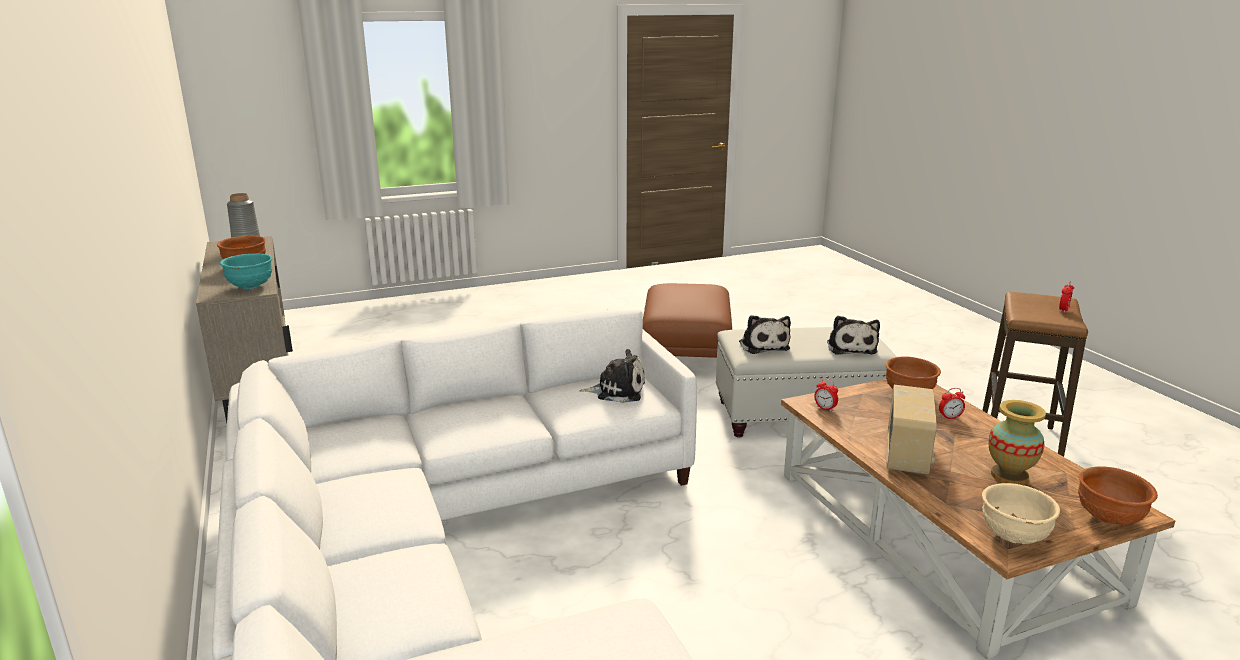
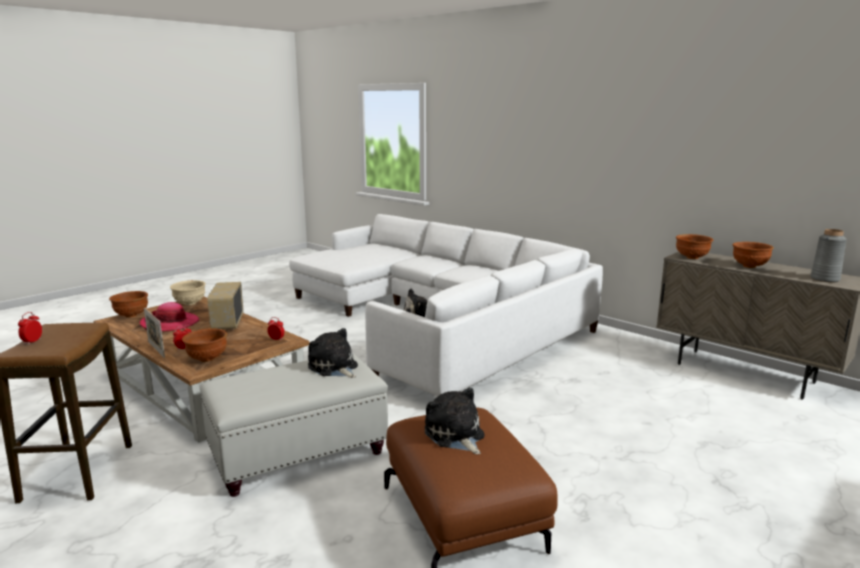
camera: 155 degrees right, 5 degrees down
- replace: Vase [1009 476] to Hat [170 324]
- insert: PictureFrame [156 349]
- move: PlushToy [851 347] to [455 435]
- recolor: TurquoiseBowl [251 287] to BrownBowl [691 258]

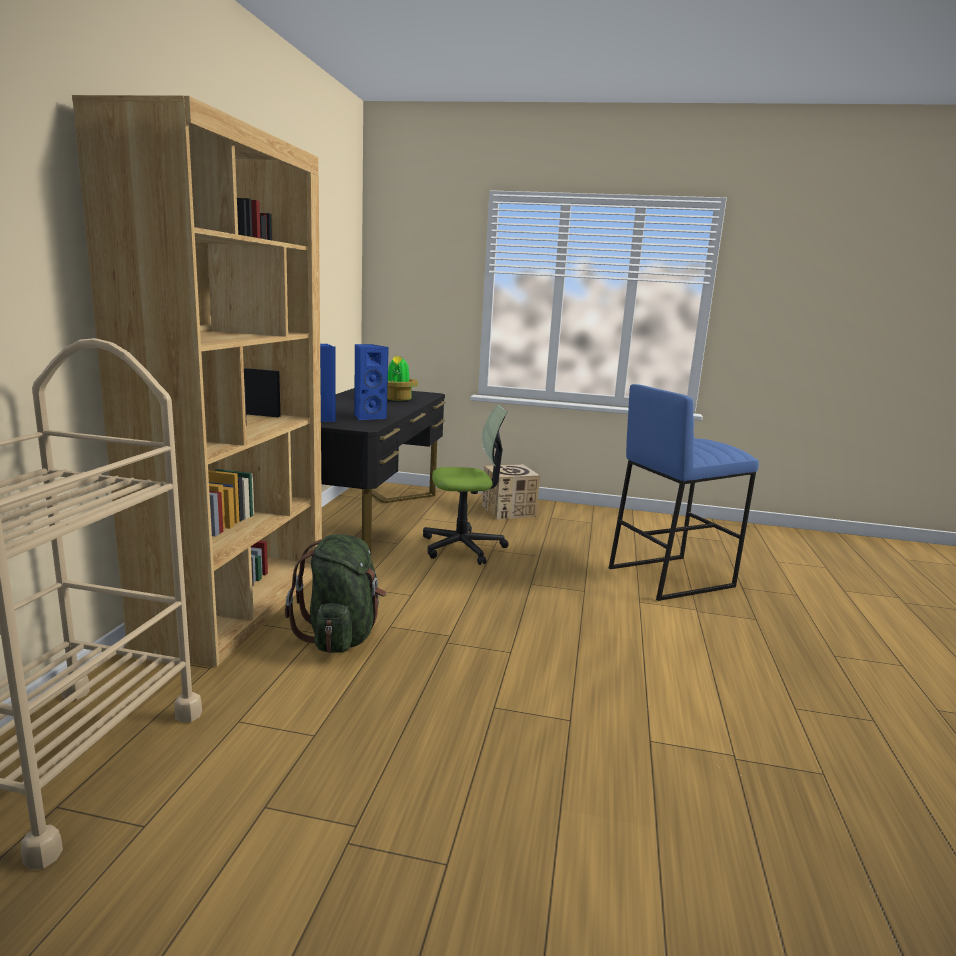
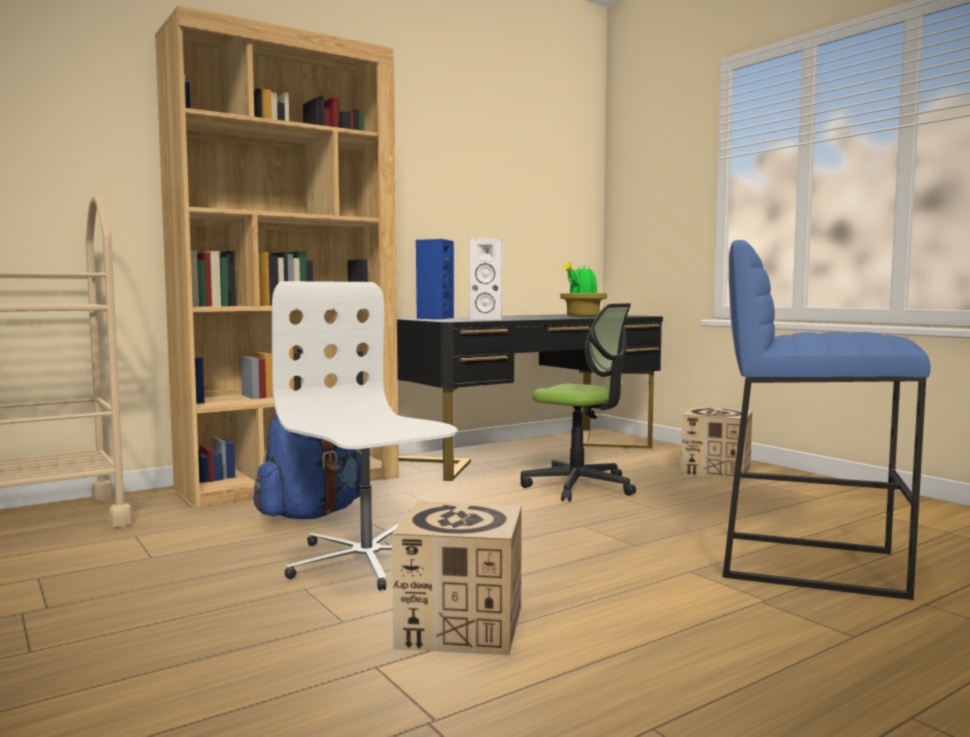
camera: 45 degrees right, 10 degrees down
- recolor: GreenBackpack [341 636] to BlueBackpack [311 514]
- insert: WhiteOfficeChair [365 561]
- insert: CardboardBox [461 626]
- recolor: BlueSpeaker [368 417] to WhiteSpeaker [488 319]

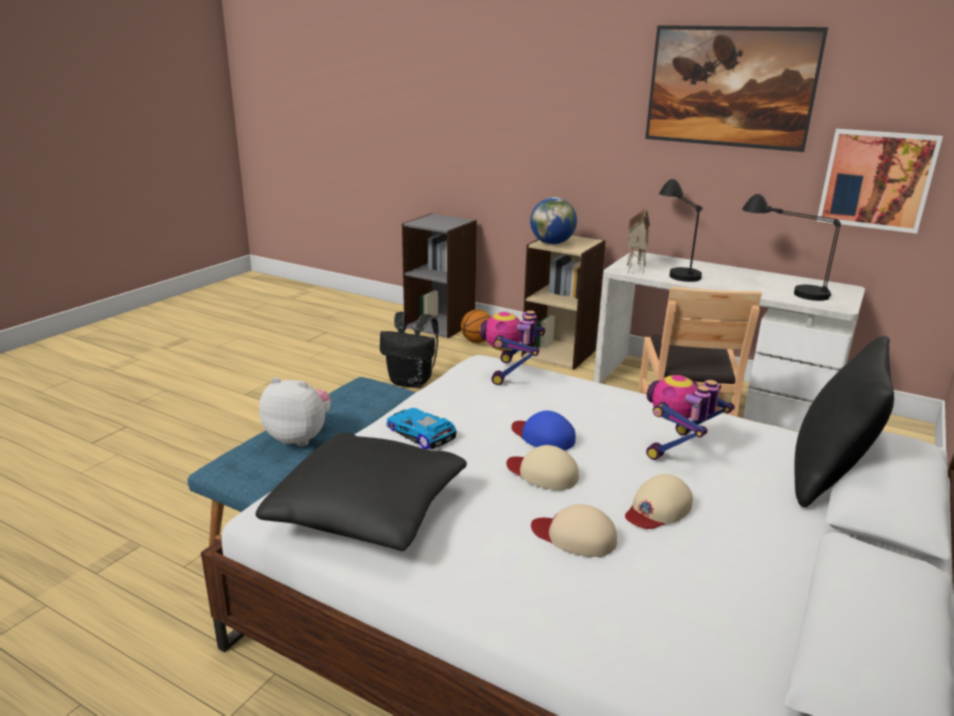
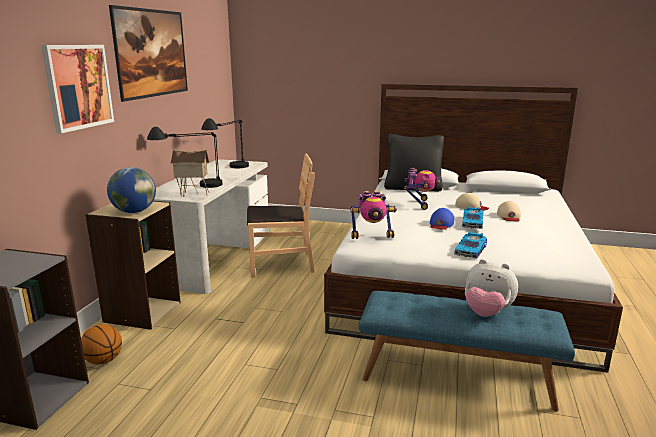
camera: 105 degrees left, 5 degrees down
- move: Picture [876 180] to [78 86]
- rotate: ToyRobot [678 449] = [419 204] 105 degrees counterclockwise
- replace: BeigeCap [542 473] to ToyCar [473 222]
- rotate: PlushToy [299 437] = [486 313] 60 degrees counterclockwise
- delete: BlackPillow [368 511]
- delete: BlackBackpack [412 382]

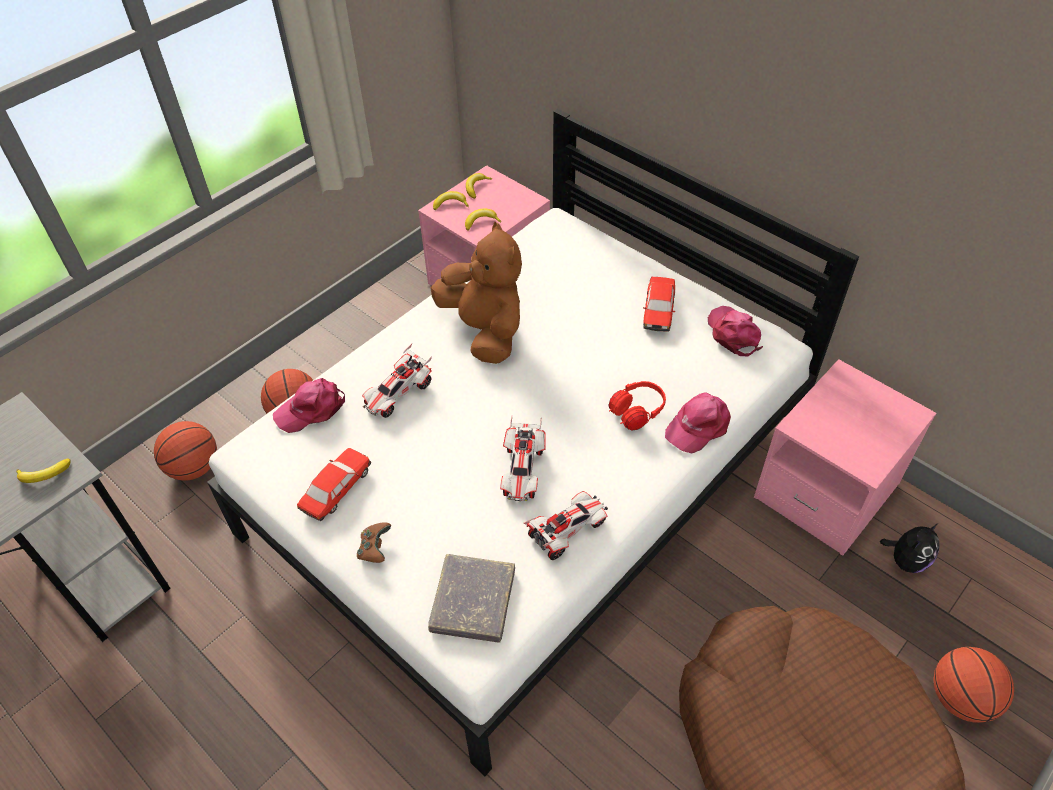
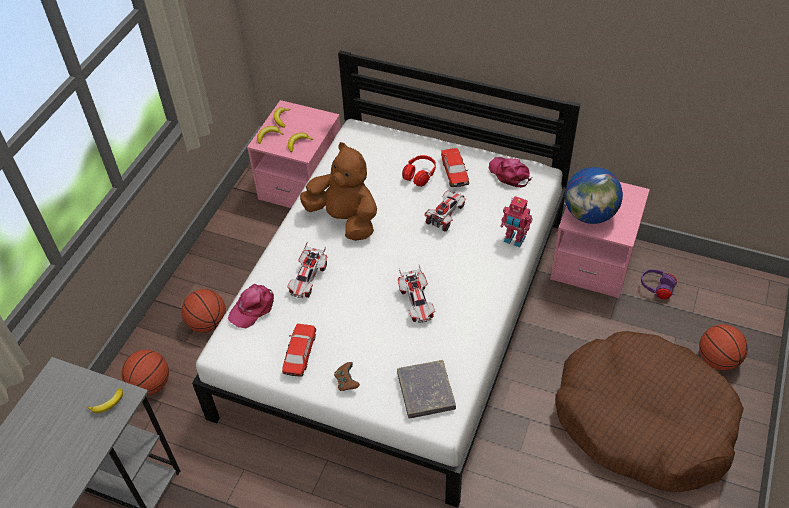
camera: 20 degrees left, 0 degrees up
- move: RedHeadphones [636 413] to [419 177]
- move: ToyCar [567 531] to [445 215]
- replace: PinkCap [698 426] to ToyRobot [514 240]
- insert: Globe [590 214]
- replace: PlushToy [906 560] to PurpleHeadphones [657 289]

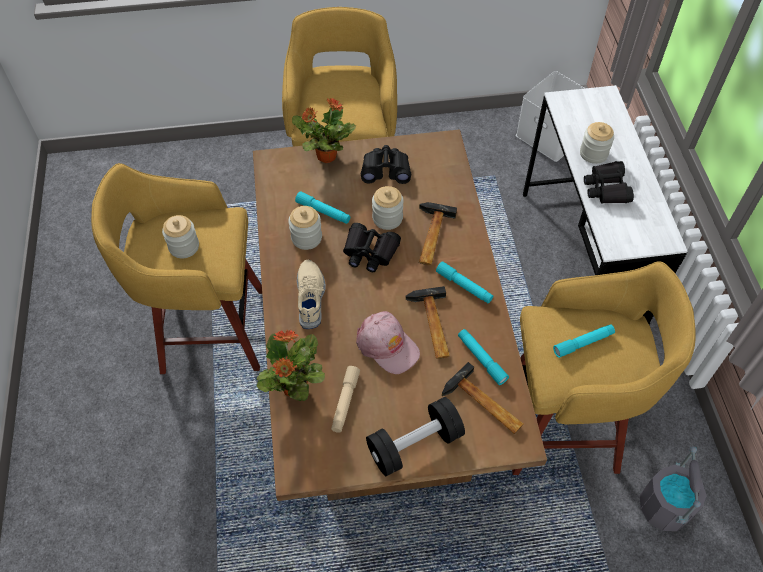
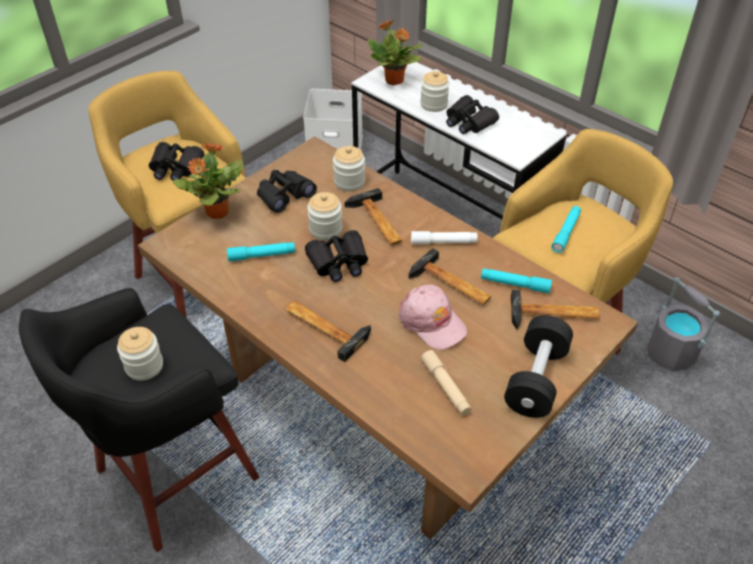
camera: 40 degrees left, 10 degrees down
- recolor: YellowStool [209 330] to BlackStool [172 477]
- insert: BlackBinoculars [175 168]
- replace: BeigeShoe [311 297] to Hammer [325 327]
- move: Jar [306 238] to [349 182]
- move: PottedPlant [294 388] to [394 81]
- rotate: PinkCap [387 345] = [432 322] 45 degrees clockwise
- recolor: TurquoiseFlashlight [464 286] to WhiteFlashlight [443 242]

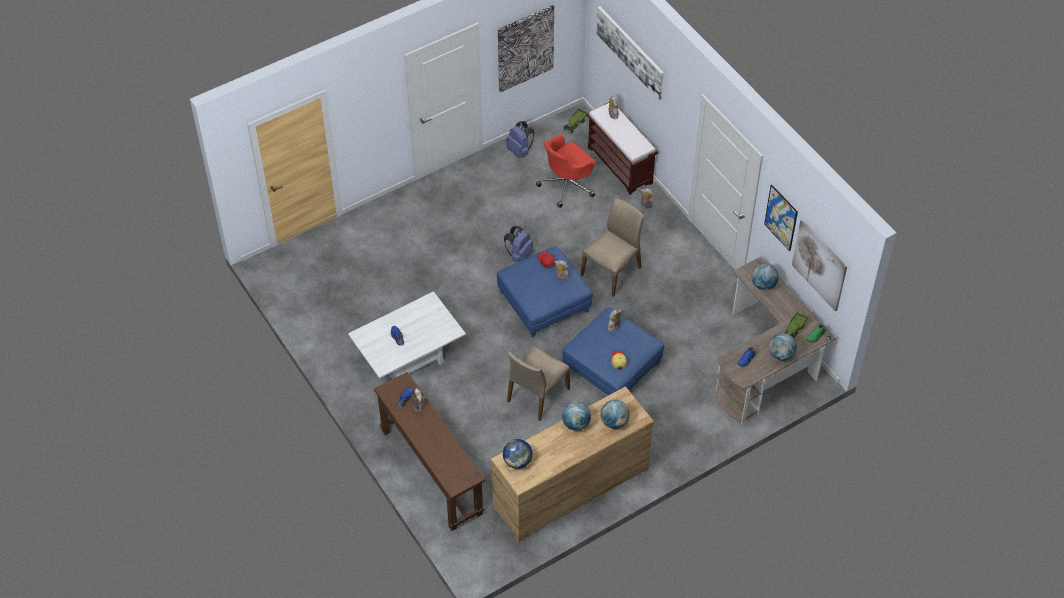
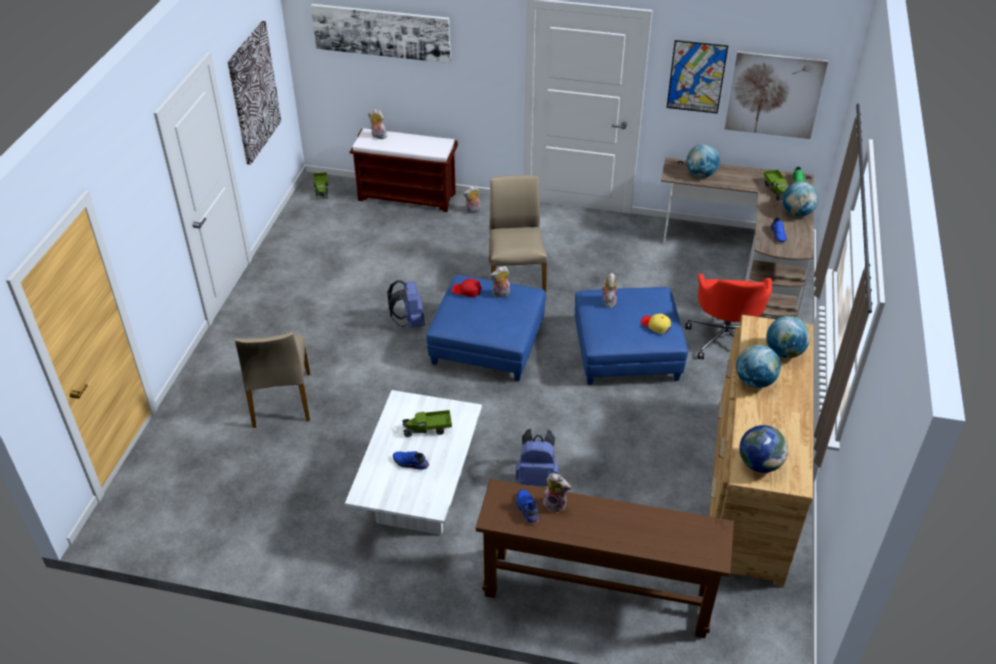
camera: 45 degrees left, 10 degrees down
- move: BeigeChair [537 395] to [280 400]
- insert: ToyTruck [427 429]
- move: BlueBackpack [520 151] to [537 477]
- move: RedOfficeChair [567 185] to [725 338]

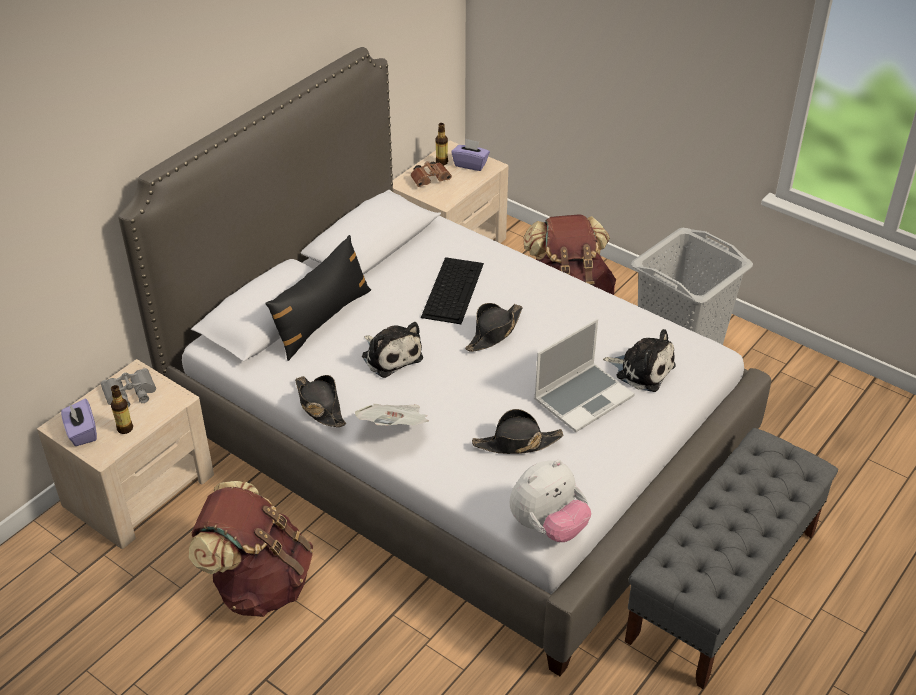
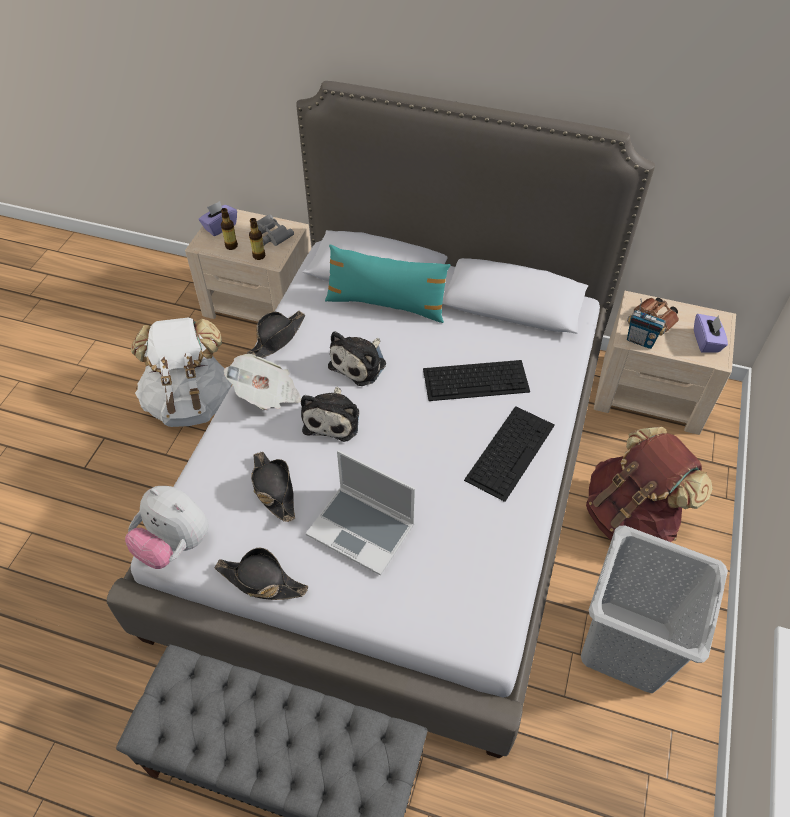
camera: 70 degrees right, 10 degrees up
- recolor: BrownBackpack [259 584] to WhiteBackpack [191 402]
- move: BlackHat [494 332] to [261 581]
- move: Bottle [441 162] to [259 256]
- move: PlushToy [642 370] to [333 419]
- recolor: BlackPillow [321 320] to TurquoisePillow [386 304]
- insert: Keyboard [510 451]
- insert: Radio [640 341]

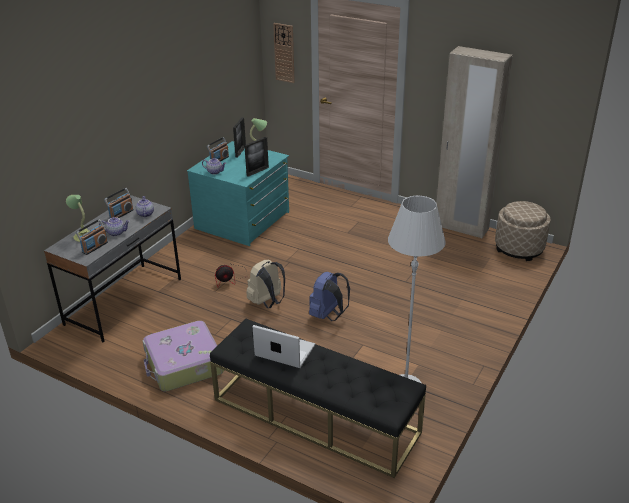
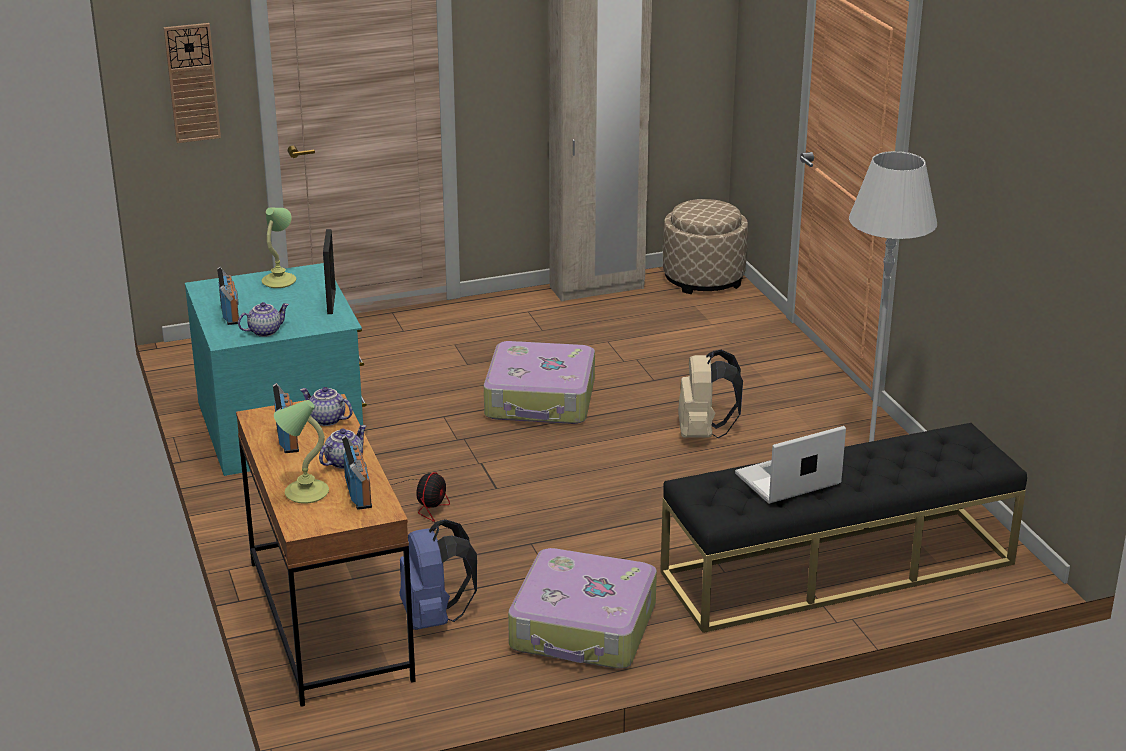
camera: 50 degrees left, 5 degrees down
- recolor: GreyDesk [124 301] to BrownDesk [329 620]
- move: BlueBackpack [328 315] to [435 617]
- insert: Suitcase [541 399]
- move: BeigeBackpack [267 302] to [704 433]
- delete: PictureFrame [240 152]

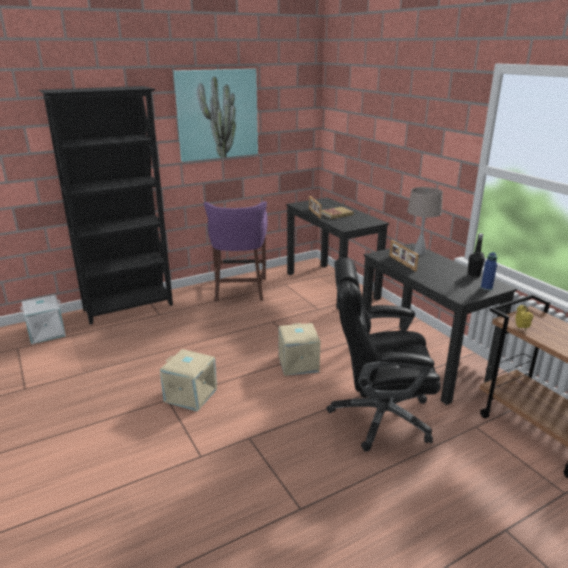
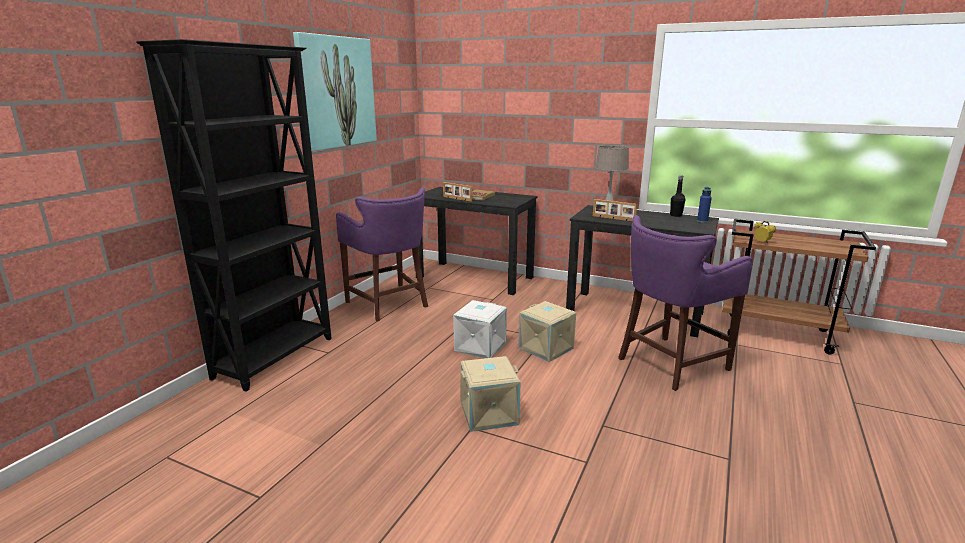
camera: 35 degrees left, 5 degrees down
- move: WhiteStorageBox [47 332] to [479 346]
- replace: BlackOfficeChair [378 416] to PurpleStool [669 364]

